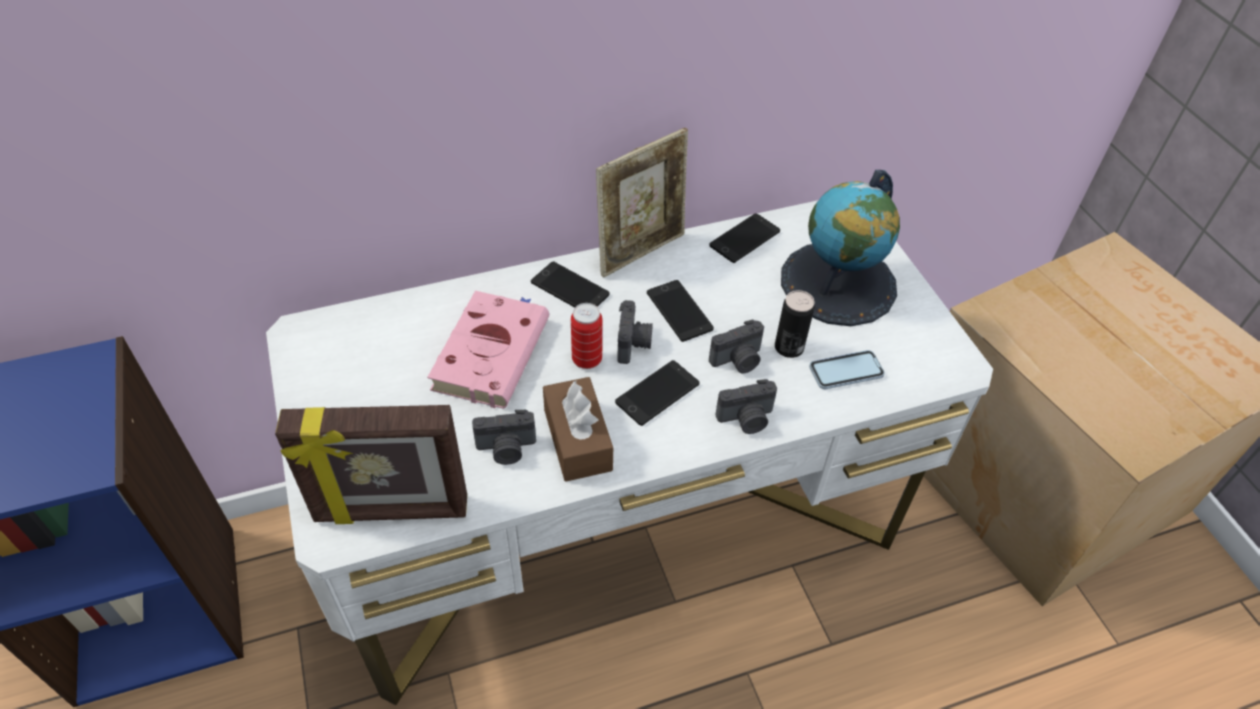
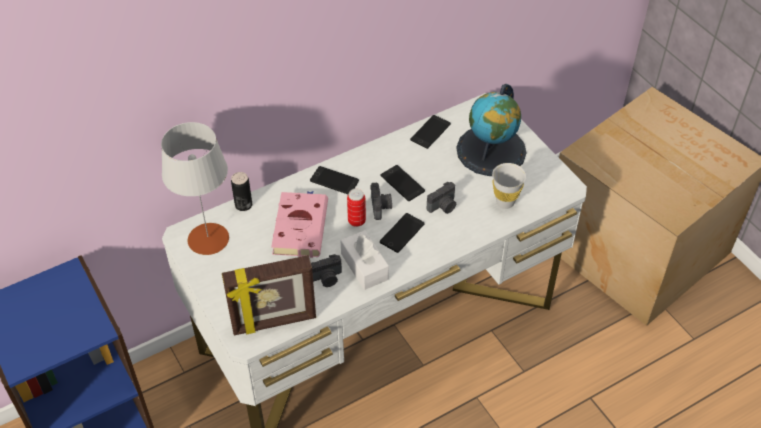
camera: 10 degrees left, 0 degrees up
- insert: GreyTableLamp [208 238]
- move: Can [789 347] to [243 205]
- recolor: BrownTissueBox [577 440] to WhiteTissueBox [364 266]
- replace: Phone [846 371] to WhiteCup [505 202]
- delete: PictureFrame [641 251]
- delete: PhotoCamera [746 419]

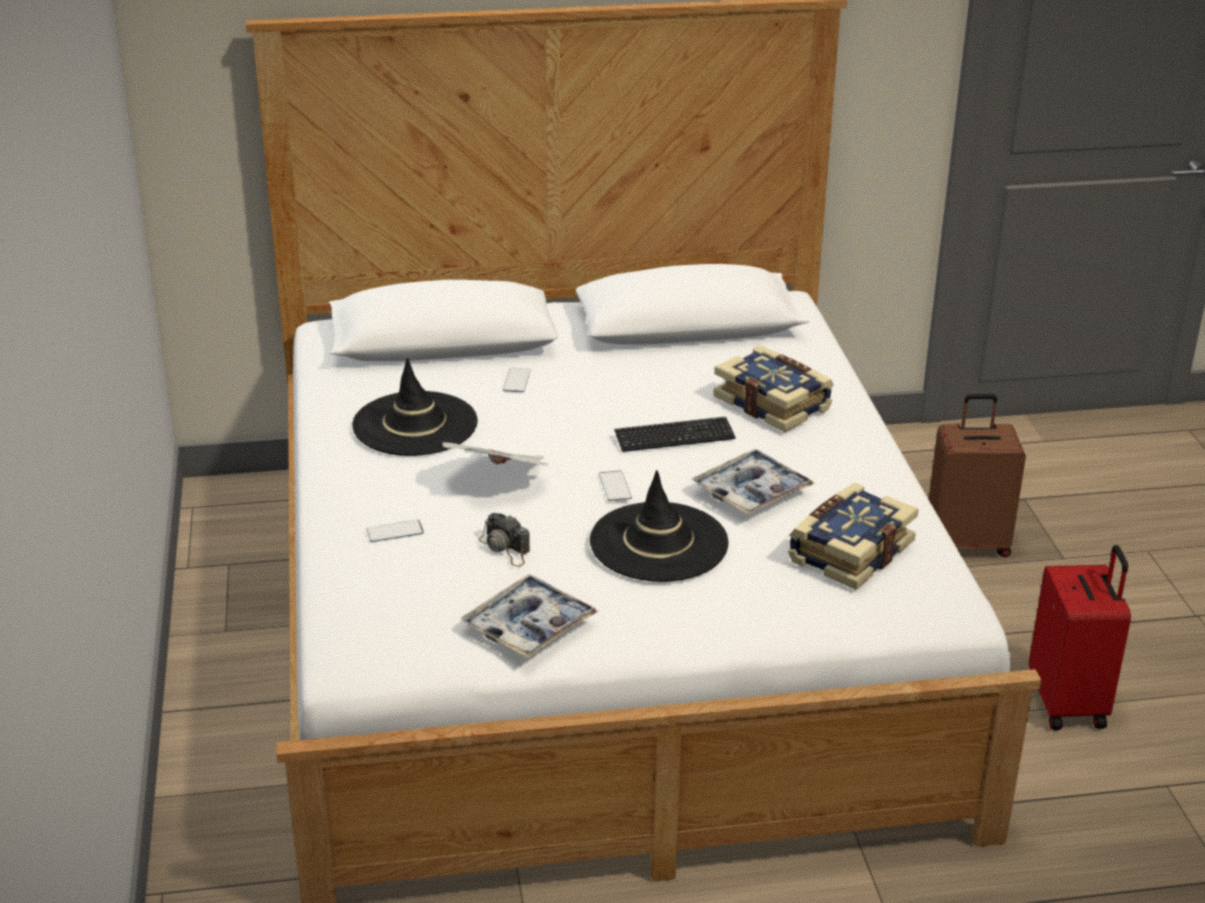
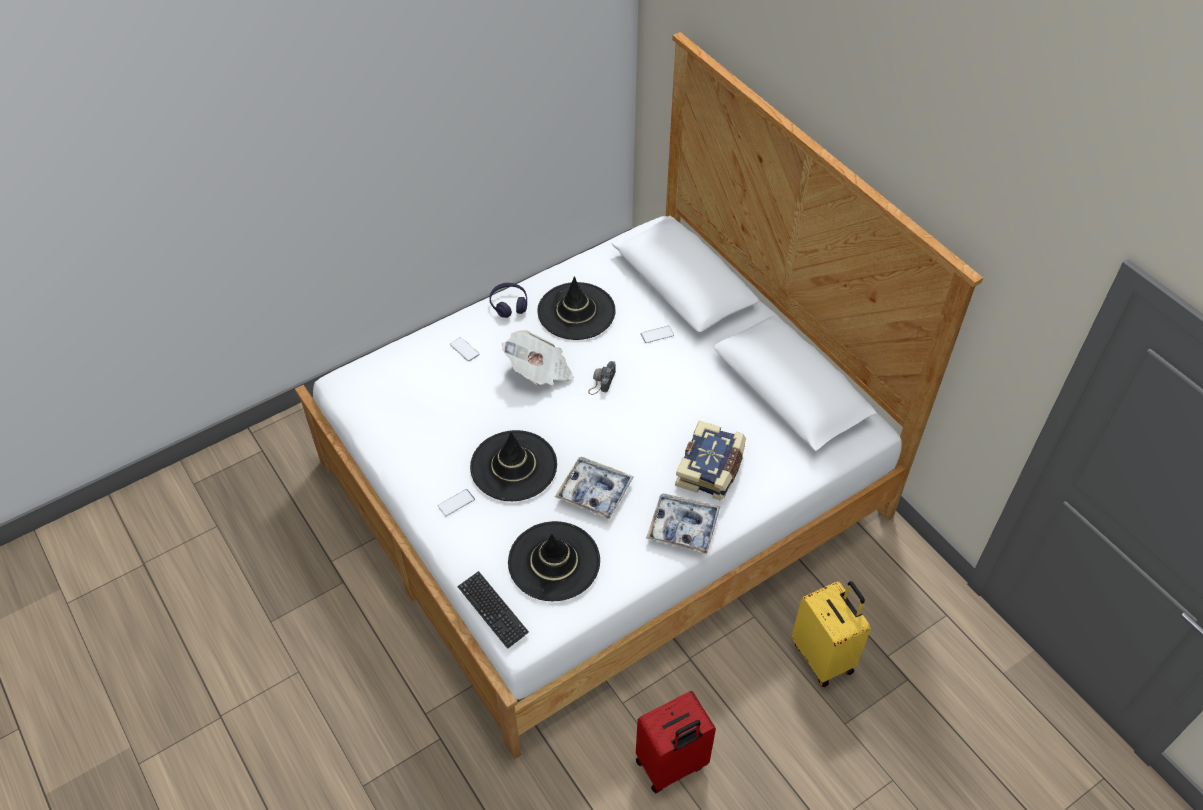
camera: 65 degrees right, 20 degrees up
- move: Phone [615 486] to [456 503]
- move: Keyboard [674 437] to [492 610]
- insert: PurpleHeadphones [509 304]
- replace: Book [848 551] to BlackHat [554 561]
- move: PhotoCamera [505 548] to [602 381]
- move: Tray [529 626] to [683 527]
- recolor: BrownSuitcase [967 542] to YellowSuitcase [824 657]

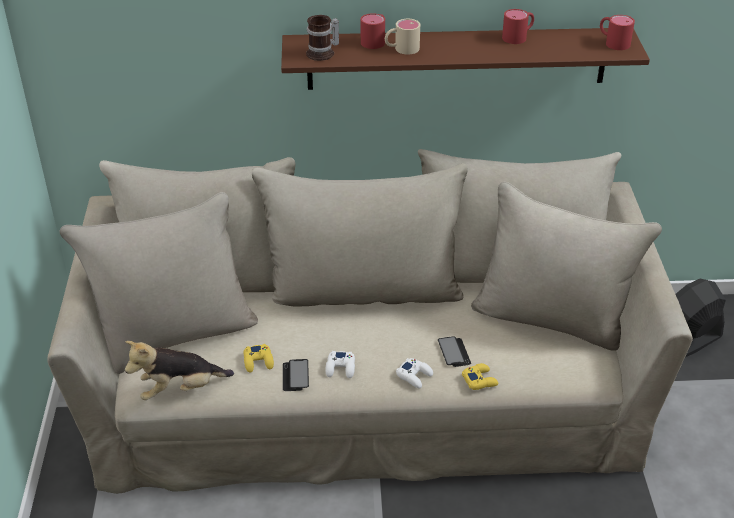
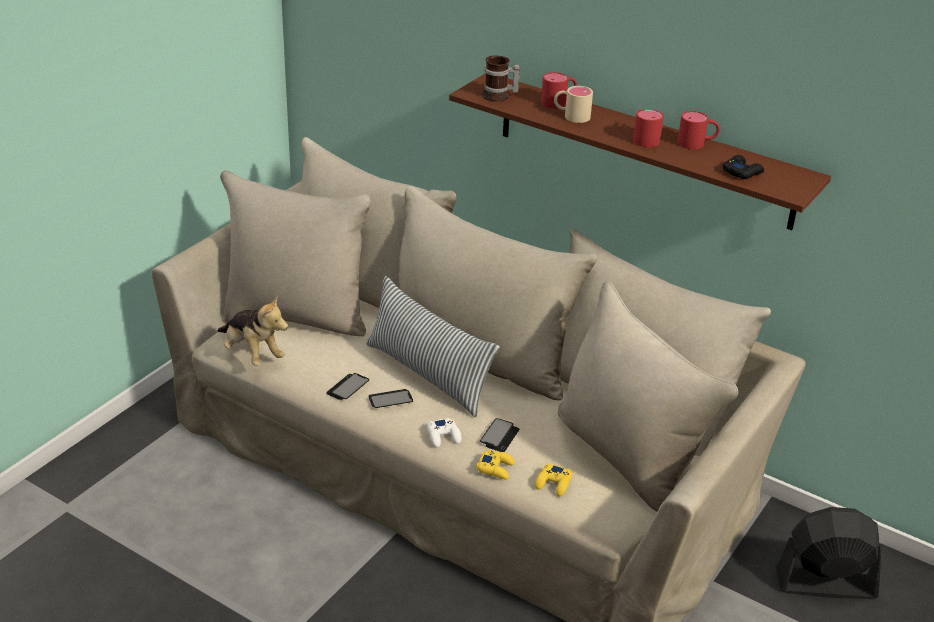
camera: 35 degrees right, 5 degrees down
- rotate: PlushToy [180 389] = [252 353] 150 degrees counterclockwise
- insert: Pillow [428 375]
- replace: WhiteGameController [341 368] to Phone [390 400]
- move: YellowGameController [258 361] to [554 483]
- move: RedMug [613 42] to [644 138]
- insert: BlackGameController [742 172]

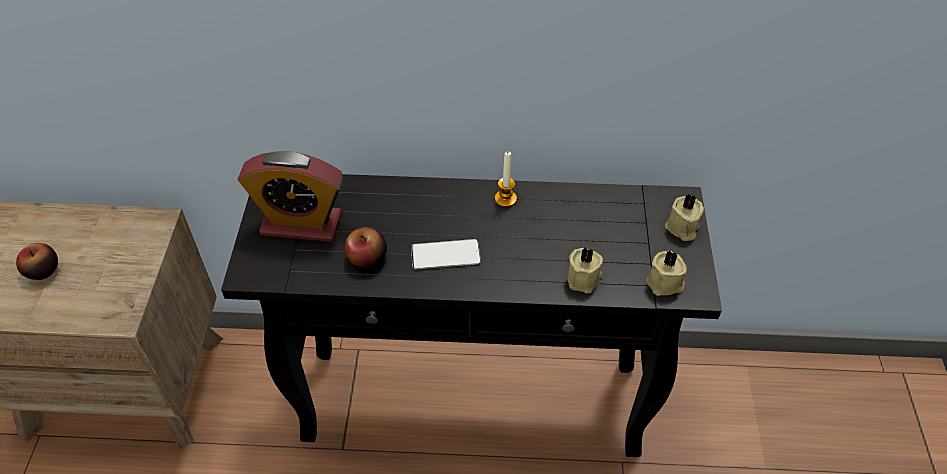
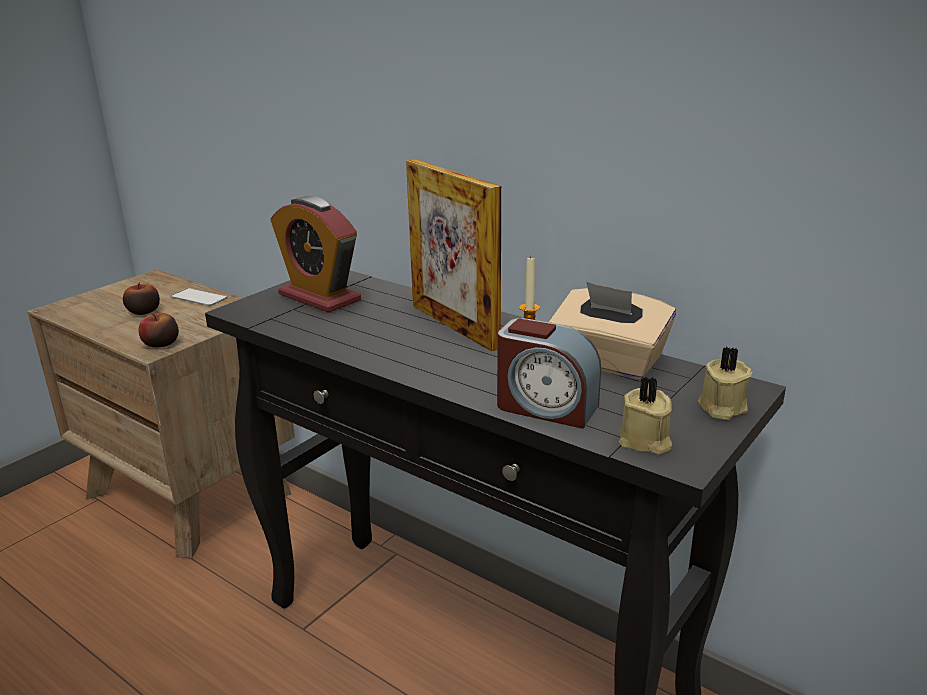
camera: 35 degrees right, 25 degrees down
- move: Apple [367 258] to [161 344]
- move: Phone [445 255] to [199 297]
- insert: PictureFrame [454 326]
- replace: BeigeCandle [584 279] to AlarmClock [546 407]
- insert: BeigeTissueBox [608 362]

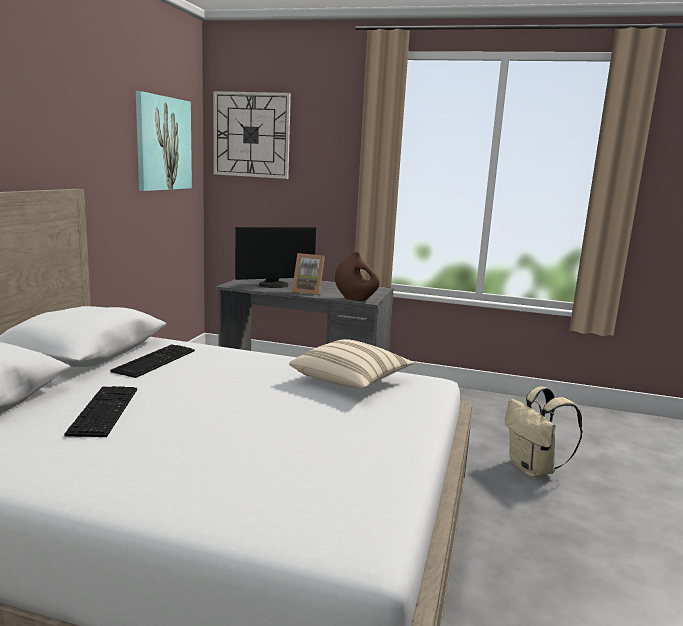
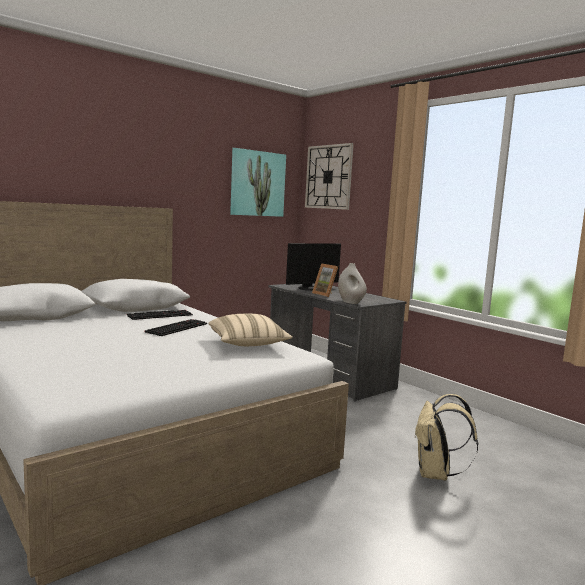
camera: 35 degrees right, 5 degrees down
- move: Keyboard [103 410] to [177 327]
- rotate: Monitor [274 285] = [311 289] 45 degrees counterclockwise
- recolor: BrownVase [356 299] to WhiteVase [351 302]

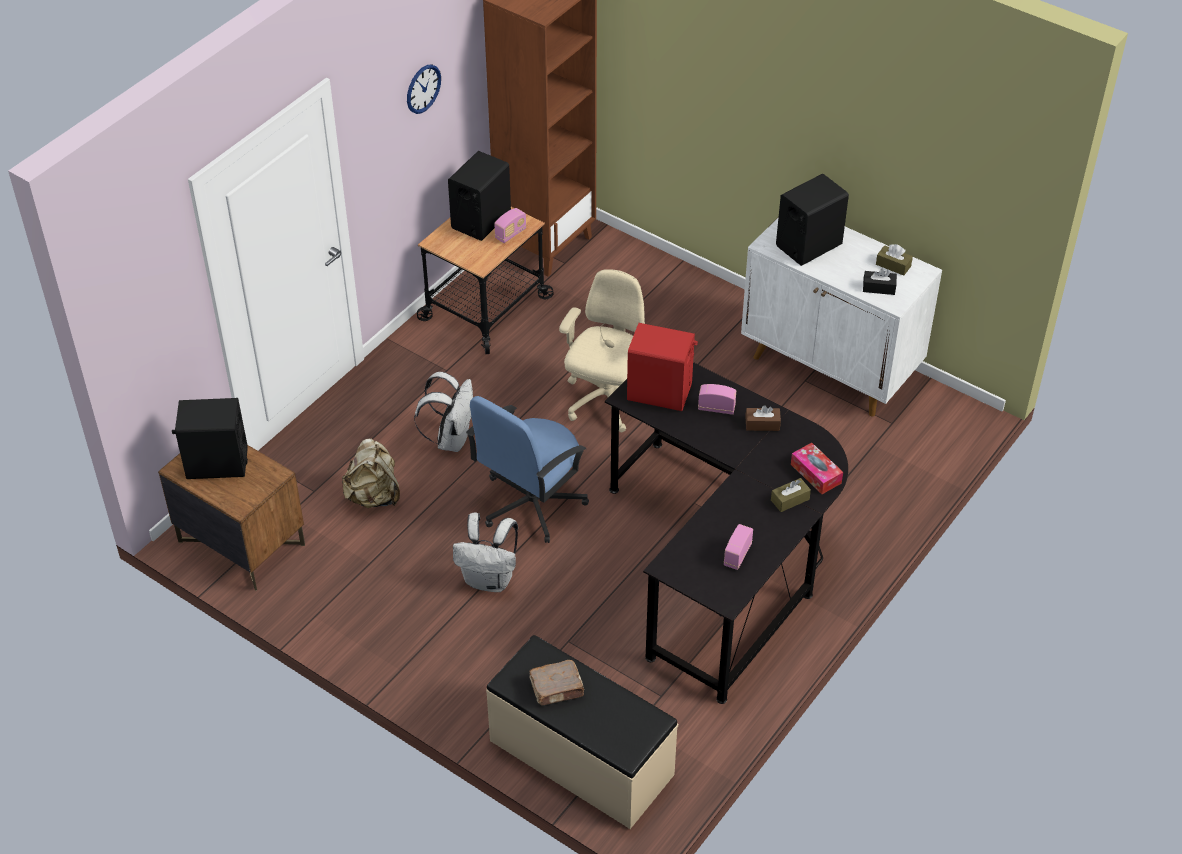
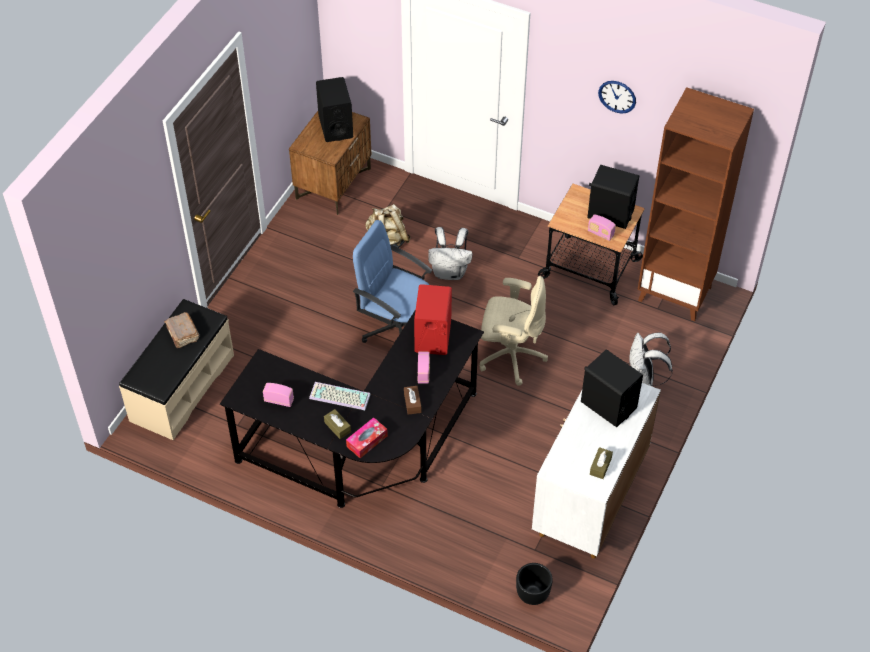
camera: 80 degrees right, 5 degrees up
- insert: Keyboard [338 397]
- insert: BlackPlanter [532 594]
- move: WhiteBackpack [490 580] to [644 378]
- delete: BlackTissueBox [879 288]

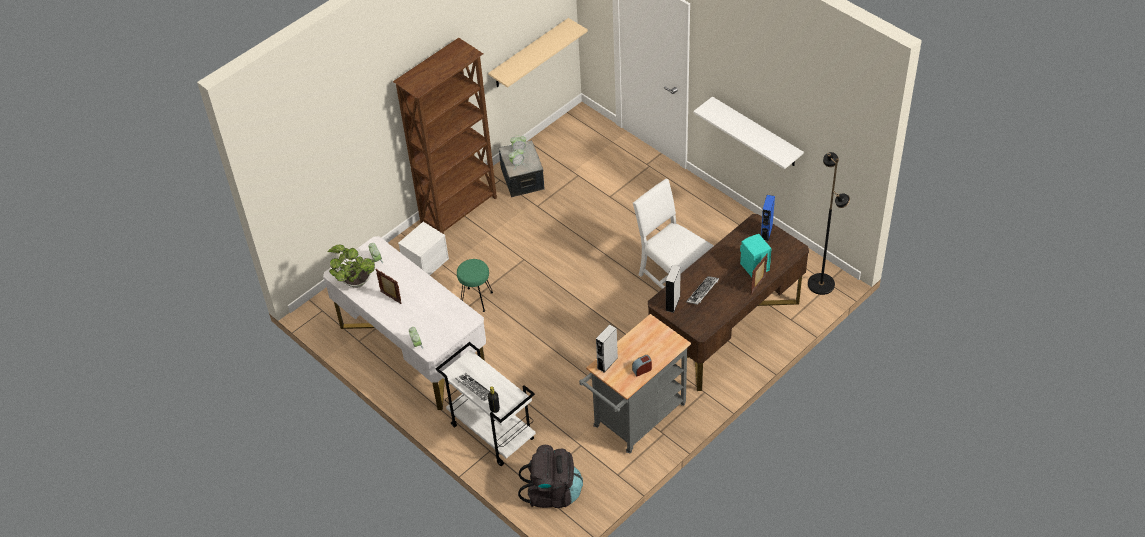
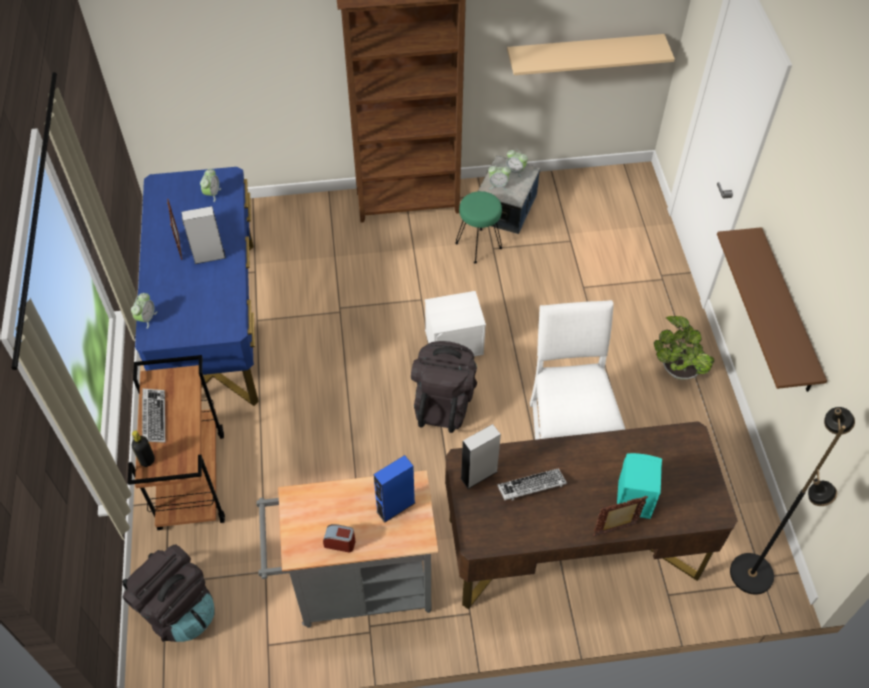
camera: 35 degrees right, 5 degrees up
- recolor: WhiteCart [491 432] to BrownCart [191 479]
- recolor: WhiteDesk [412 349] to BlueDesk [213 324]
- move: GreySpeaker [607 363] to [209 256]
- move: BlueSpeaker [766 233] to [395 507]
- insert: BlackBackpack [444 402]
- move: WhiteStorageBox [425 262] to [454 341]
- move: GreenStool [476 299] to [478 246]
- move: PottedPlant [355 281] to [677 369]
- recolor: WhiteShelf [756 132] to BrownShelf [787 312]

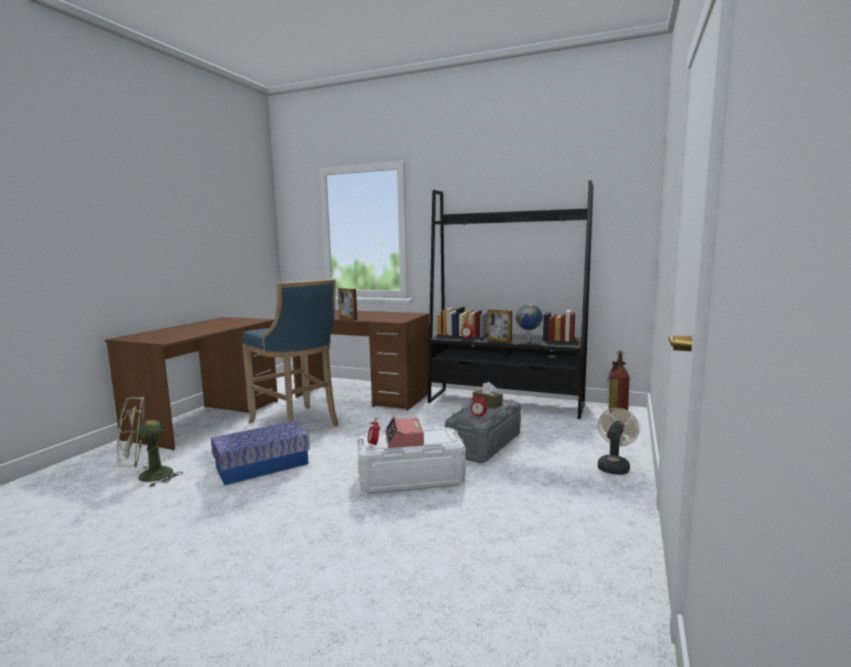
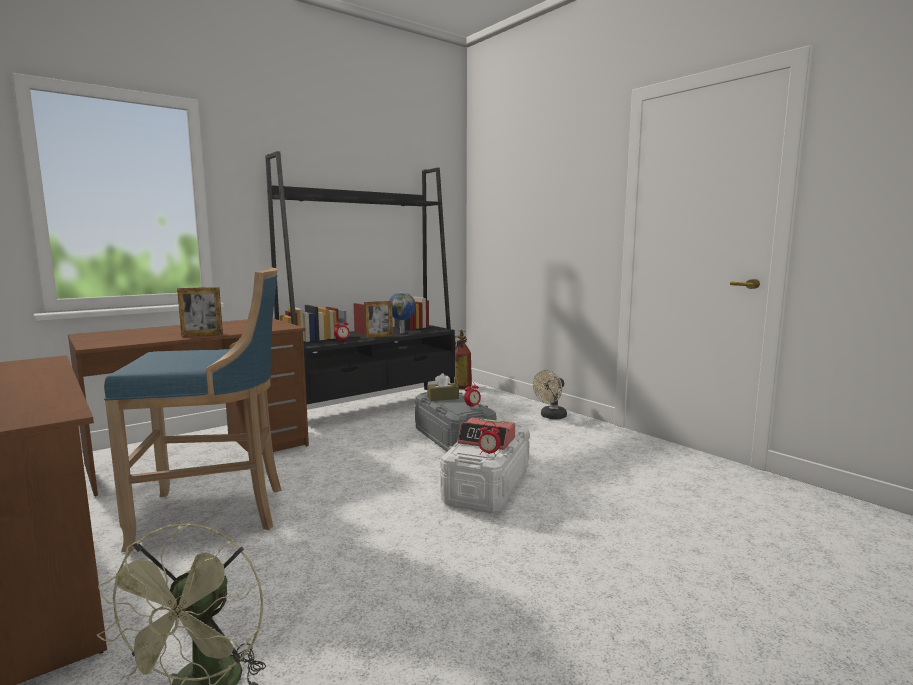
camera: 60 degrees left, 0 degrees up
- rotate: BeigeFan [614 466] = [551 417] 105 degrees counterclockwise
- delete: StorageBox [262 466]

